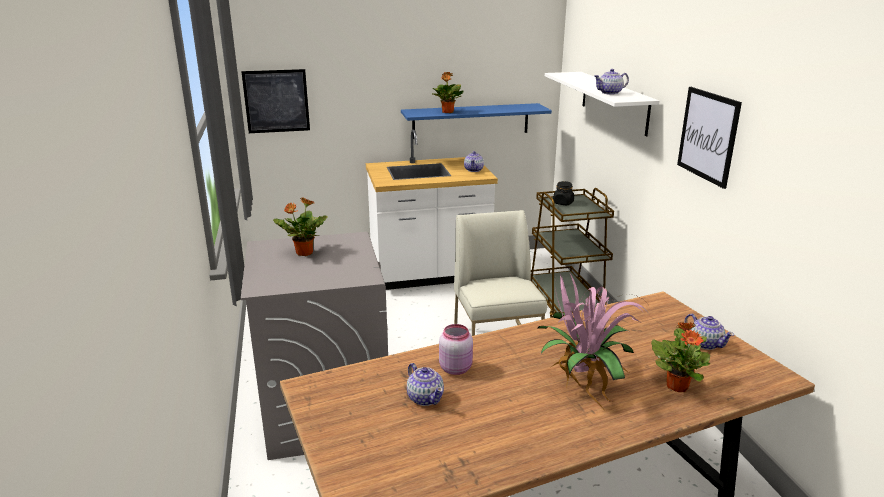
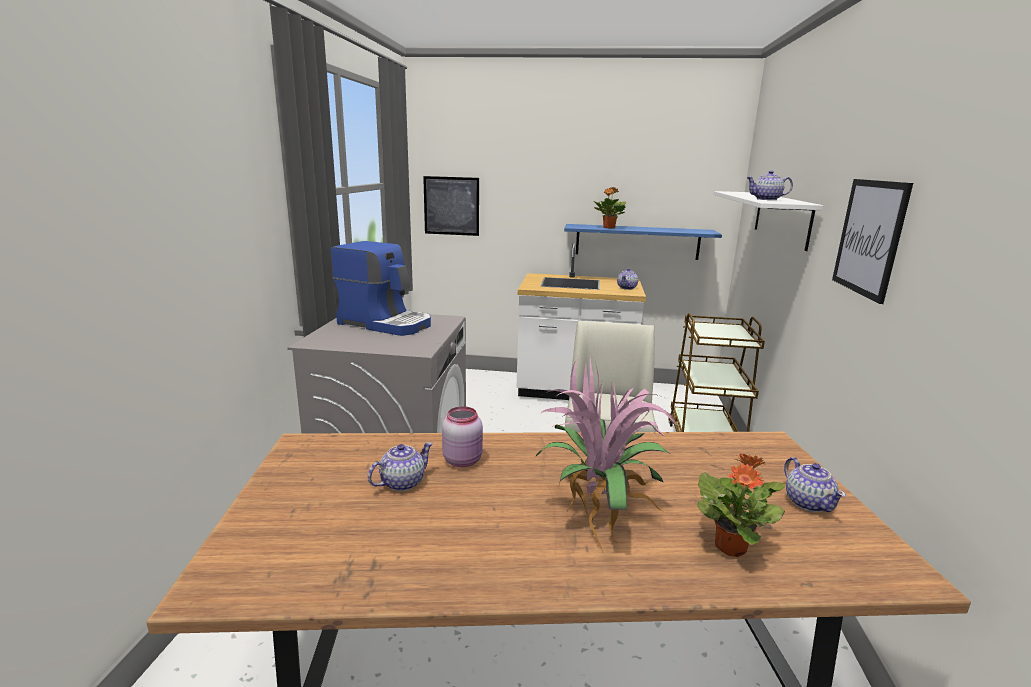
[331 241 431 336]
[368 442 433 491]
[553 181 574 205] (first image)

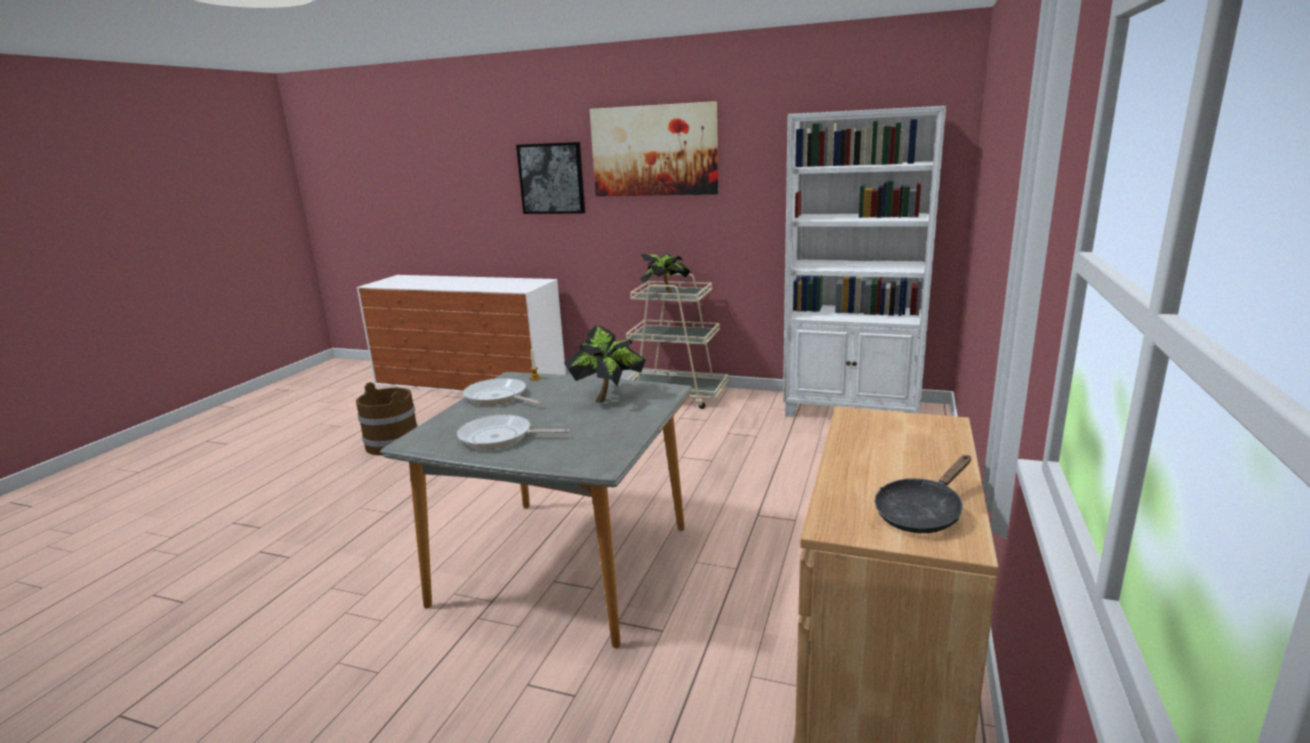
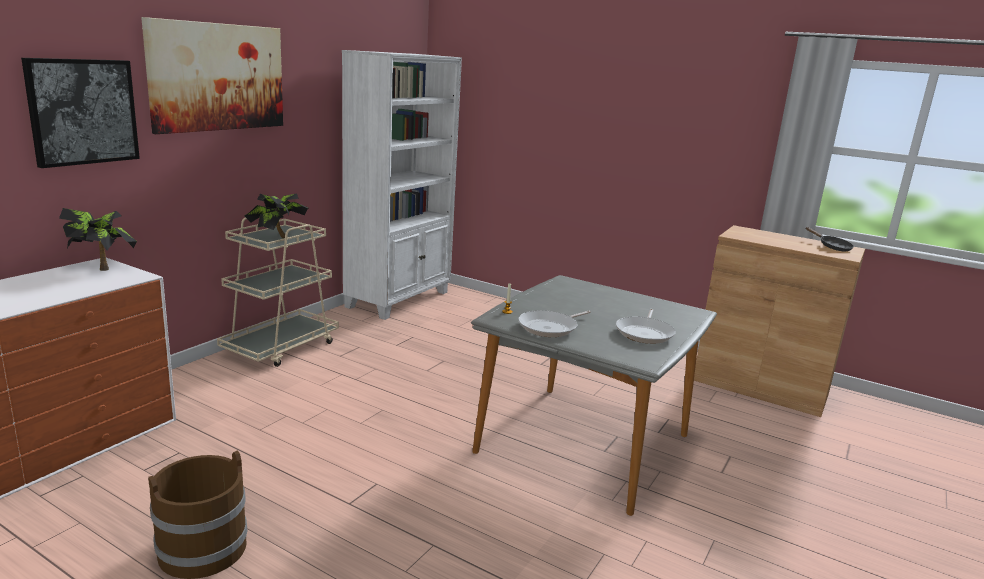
[59 208 137 271]

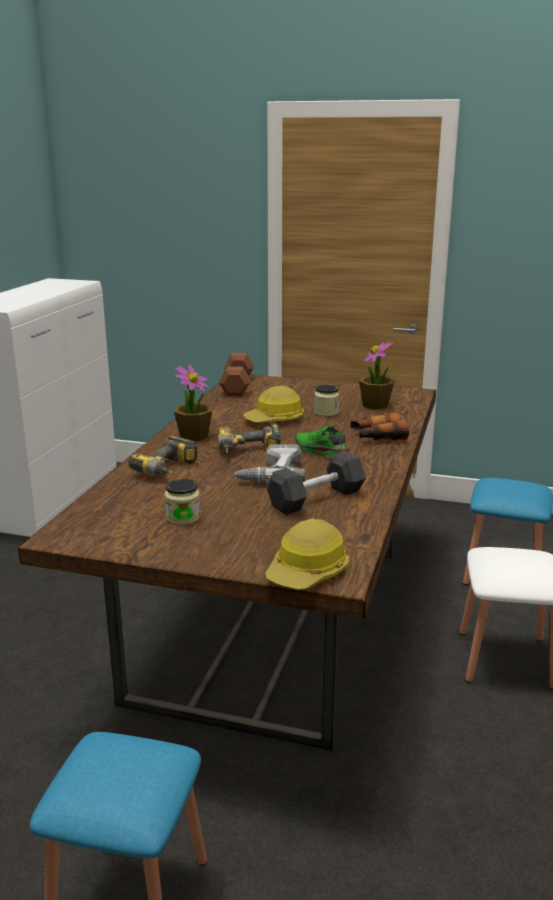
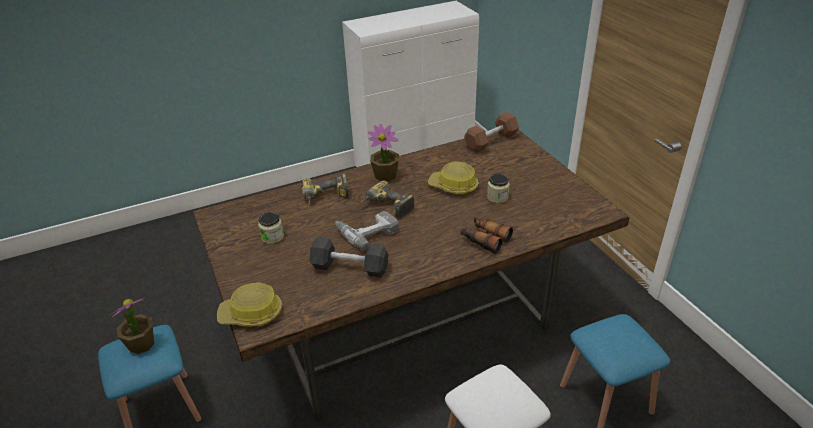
[110 298 154 354]
[295 425 349 457] (first image)

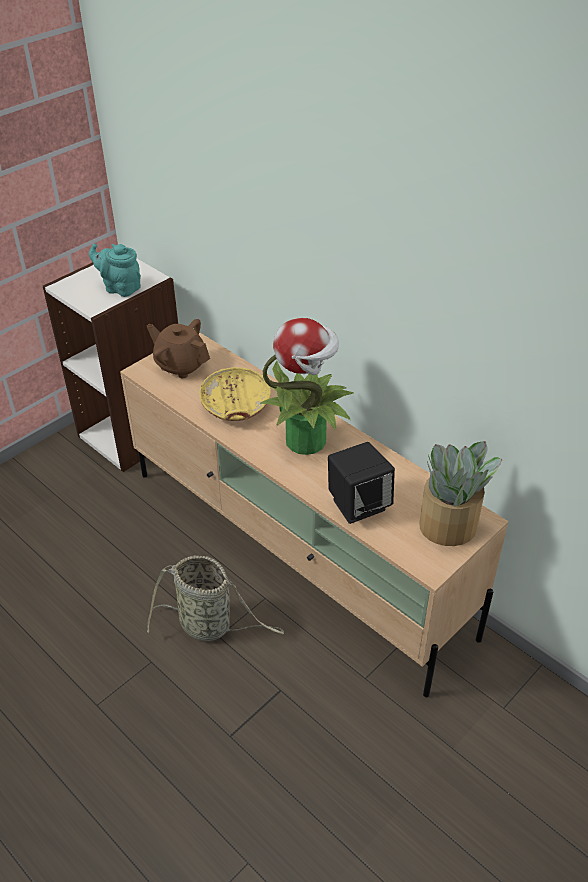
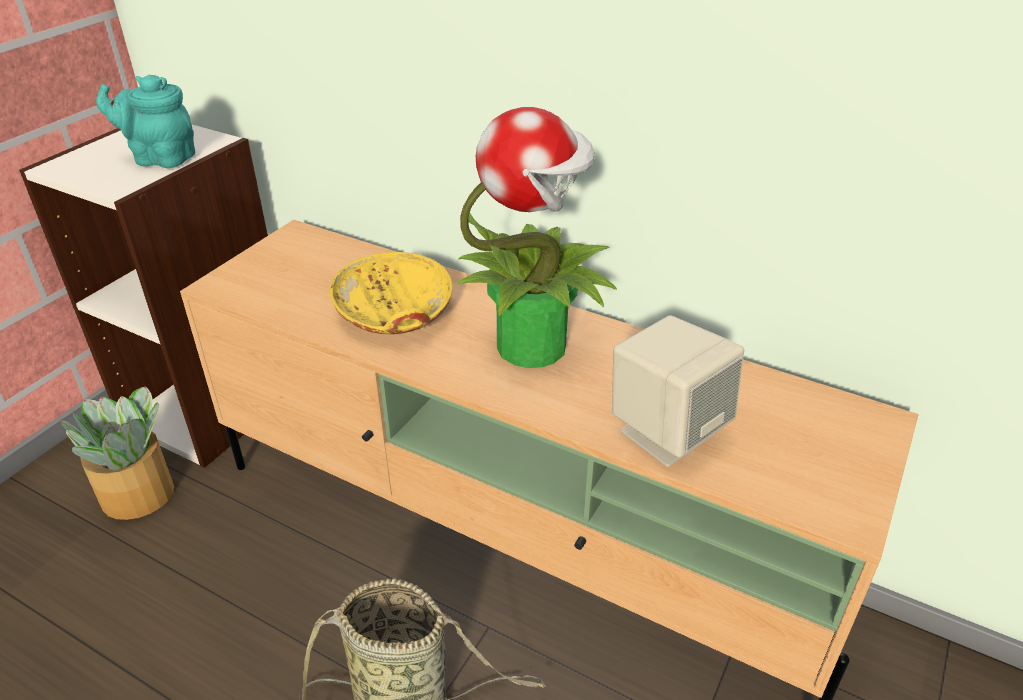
[60 386 174 520]
[612 315 744 467]
[147 319 210 378] (first image)

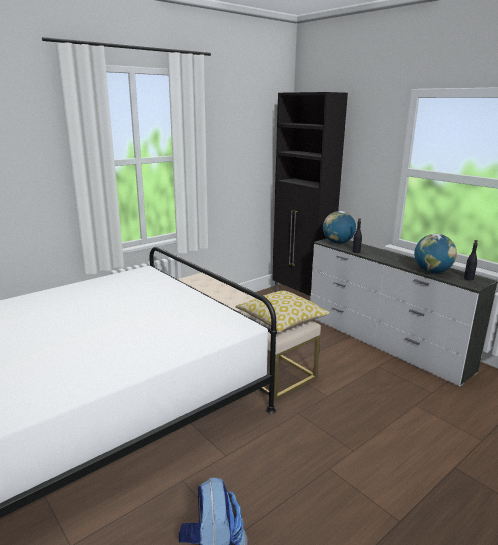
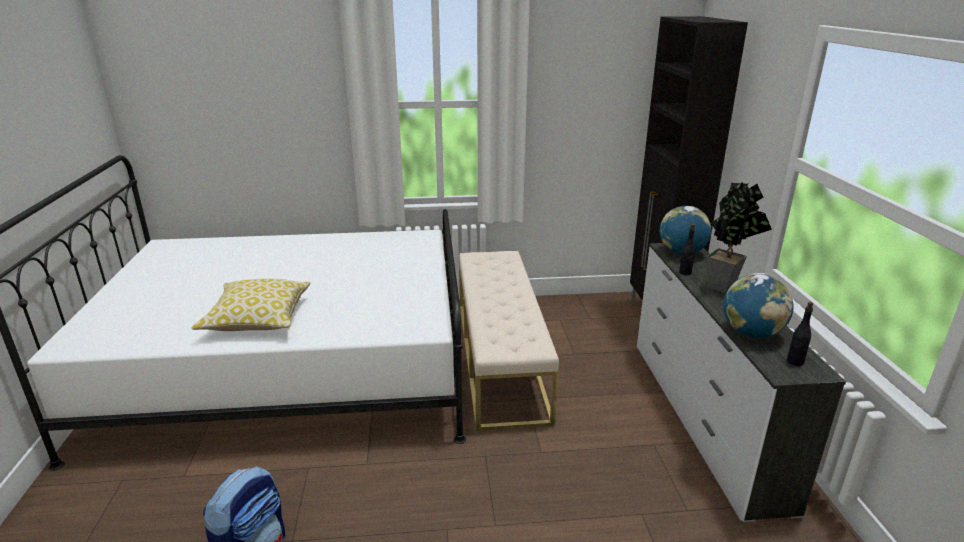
[191 279 310 331]
[707 182 772 293]

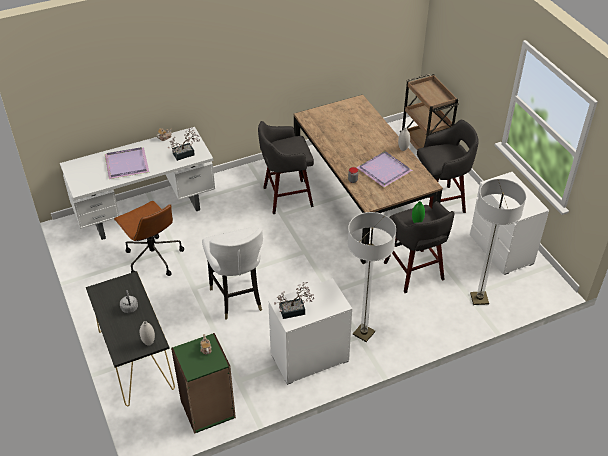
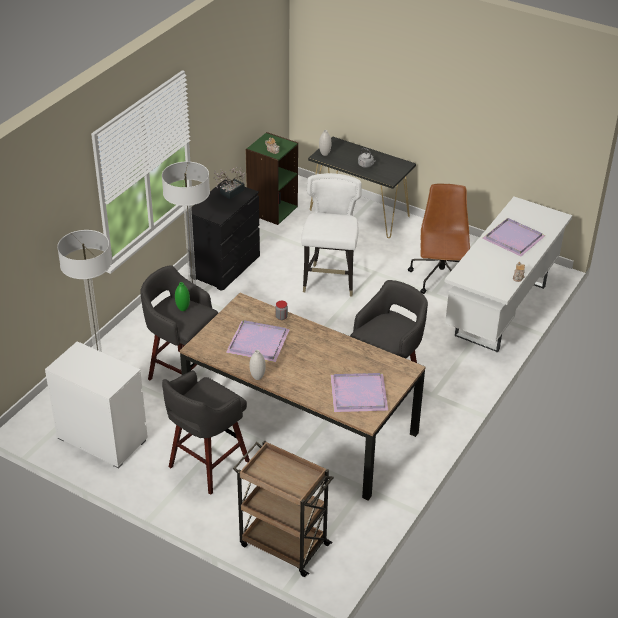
[191 180 260 291]
[301 173 362 296]
[330 373 388 412]
[408 184 470 294]
[168 127 200 161] (first image)

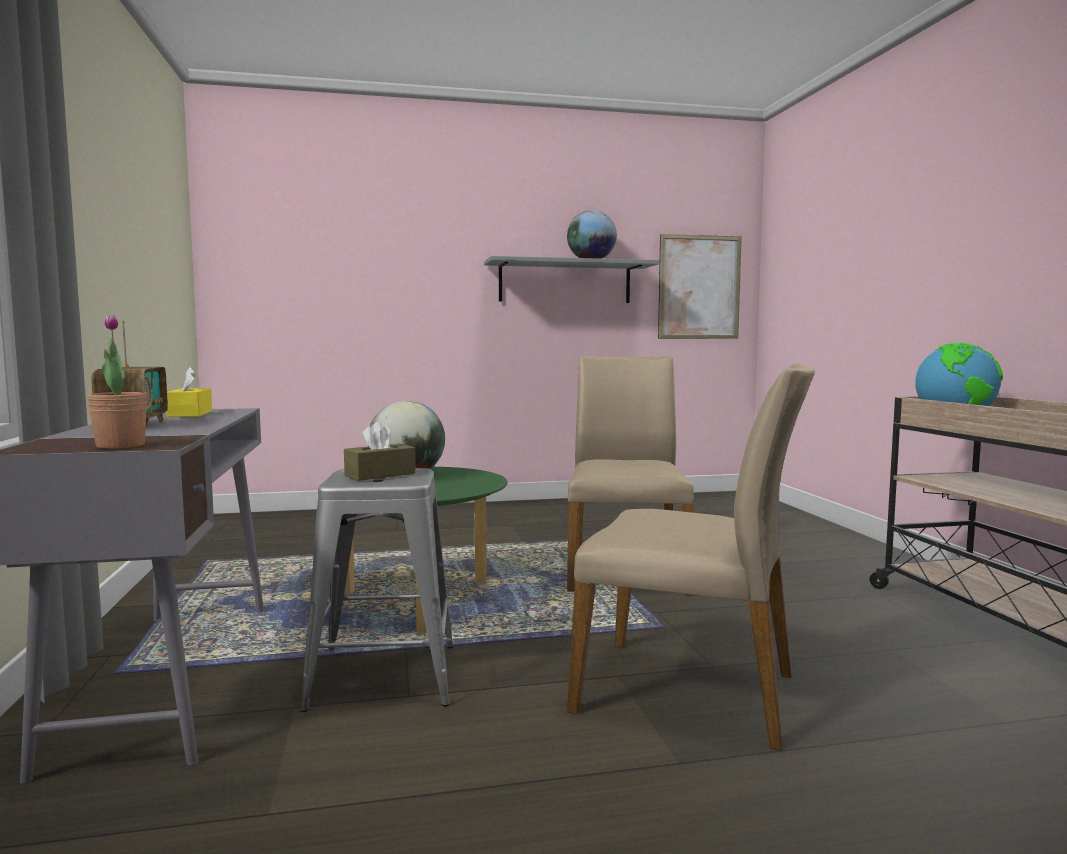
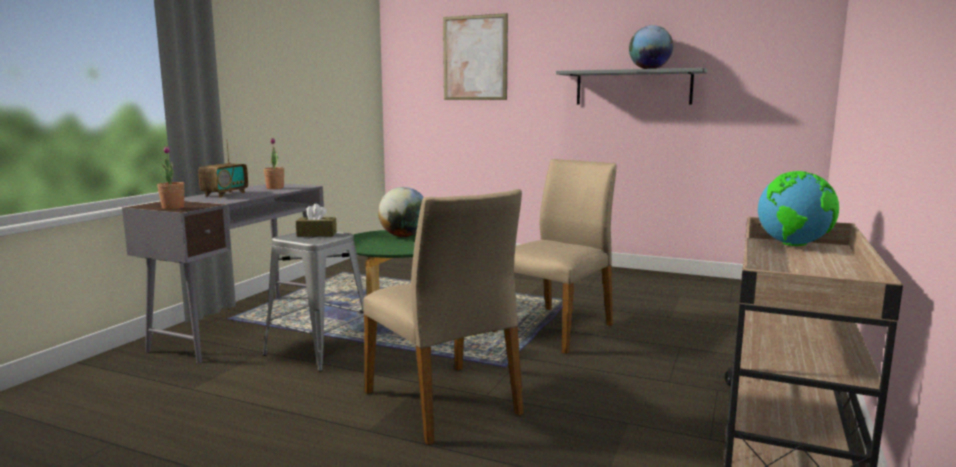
[264 138 285 189]
[443 13 508 100]

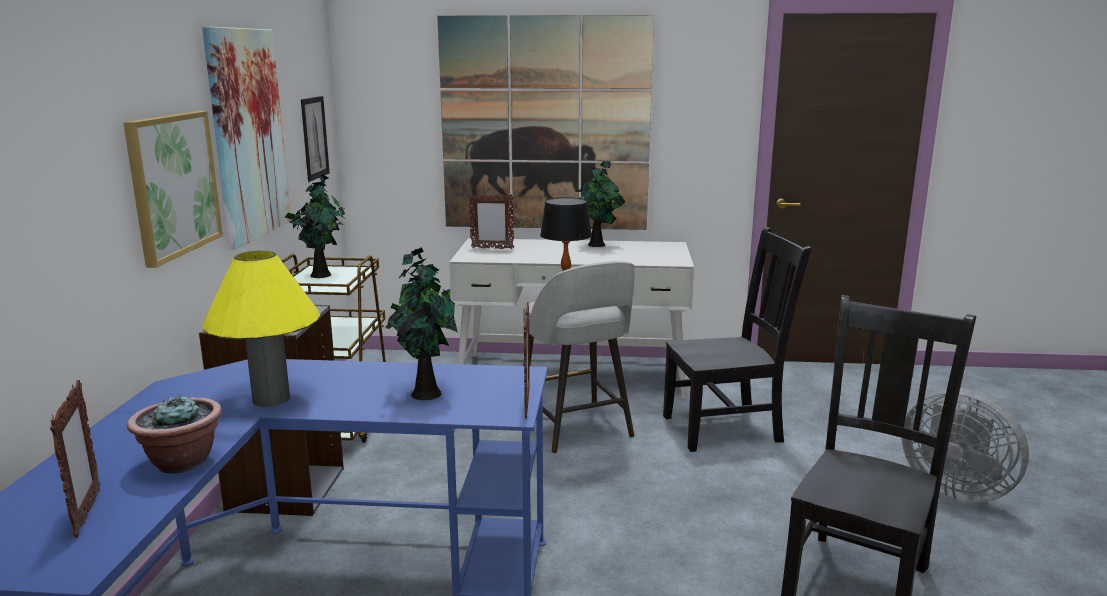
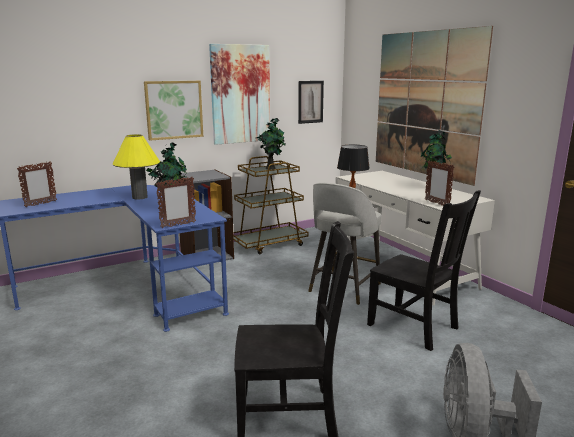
[425 160 454 206]
[127 394 222 474] (first image)

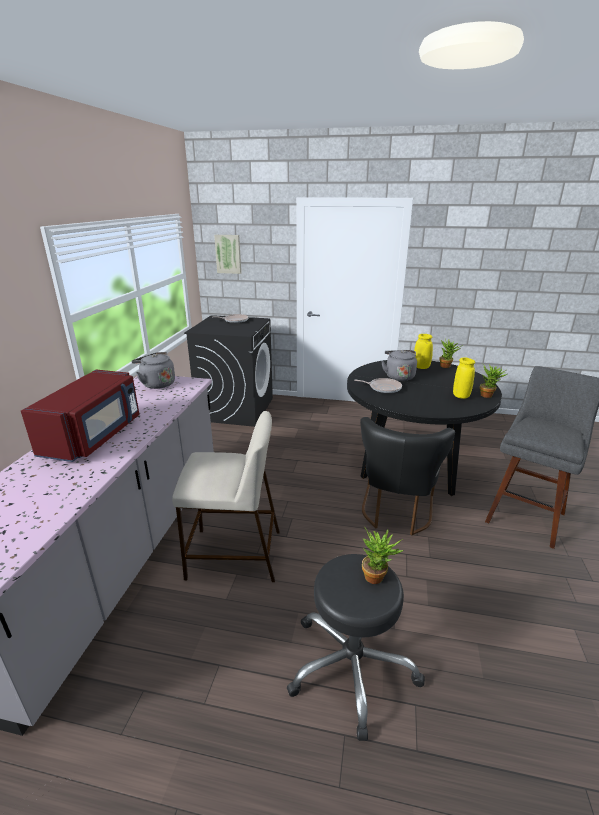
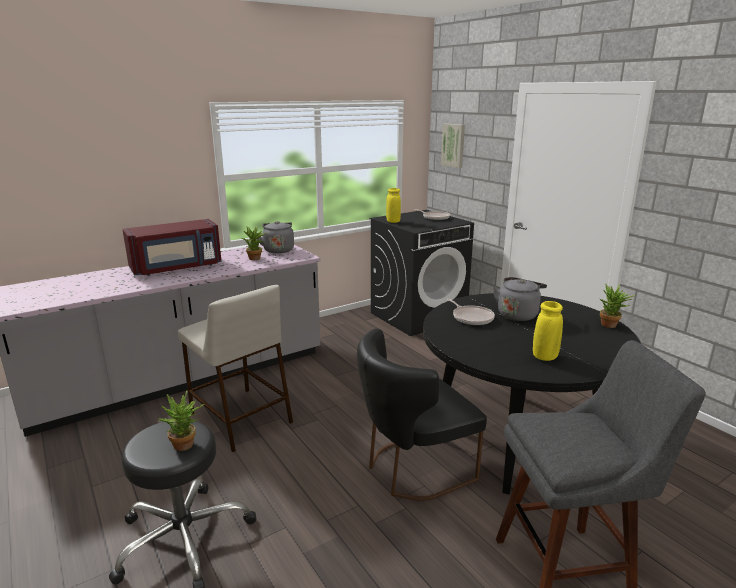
[242 226 268 260]
[386 188 401 223]

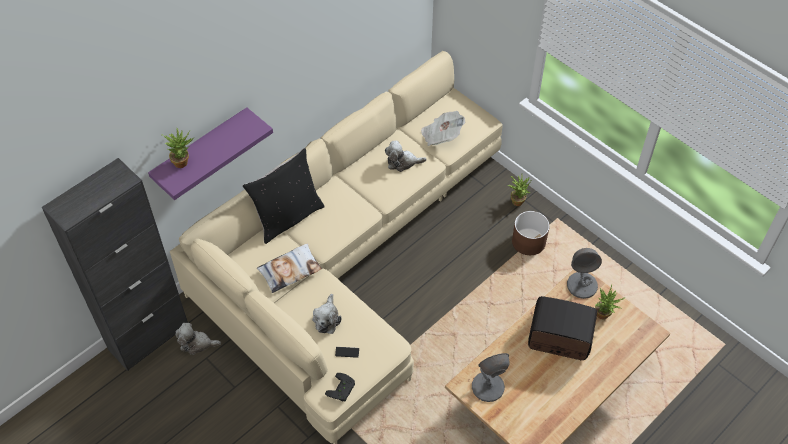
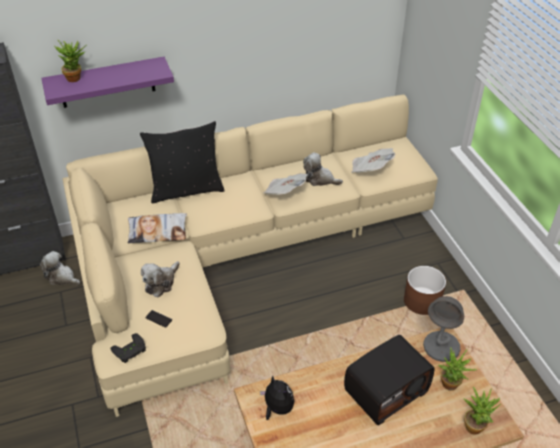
[260 375 294 420]
[263 173 308 195]
[344 335 434 425]
[463 387 500 435]

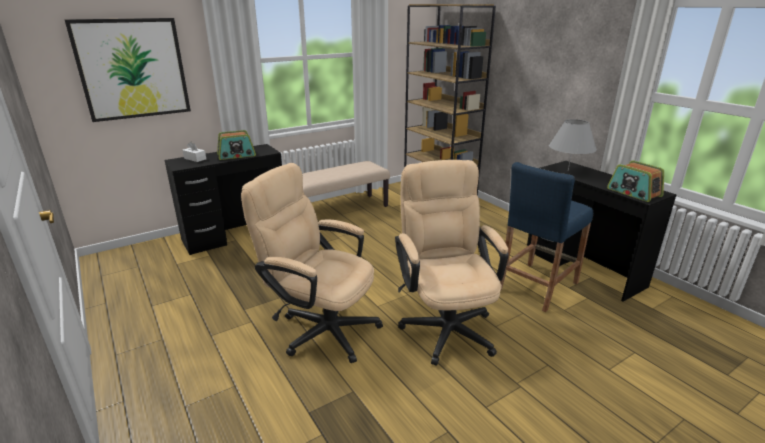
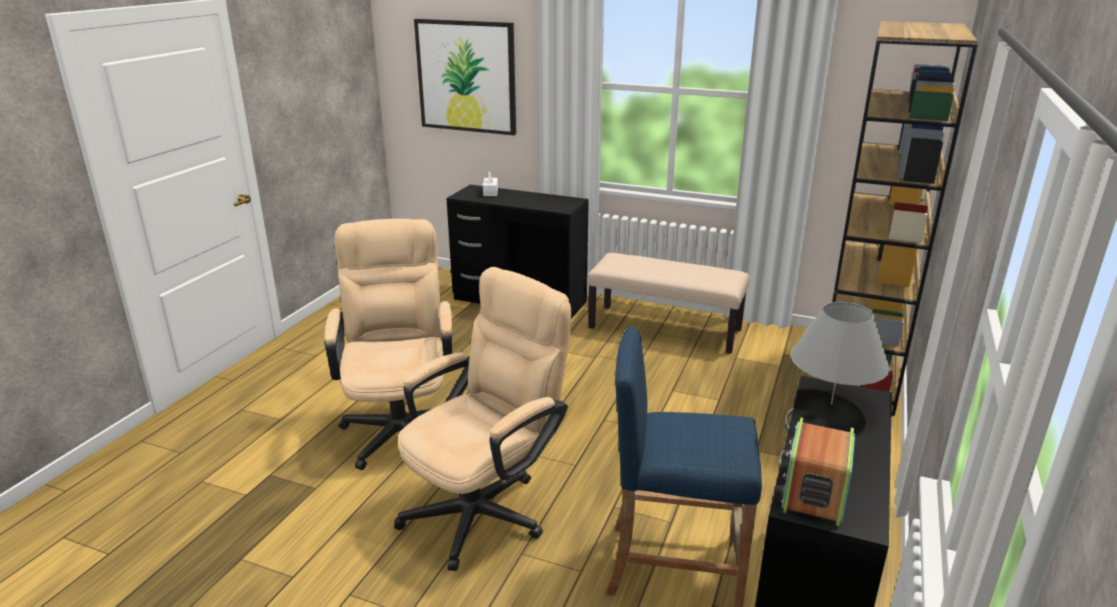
[217 130 256 160] (first image)

